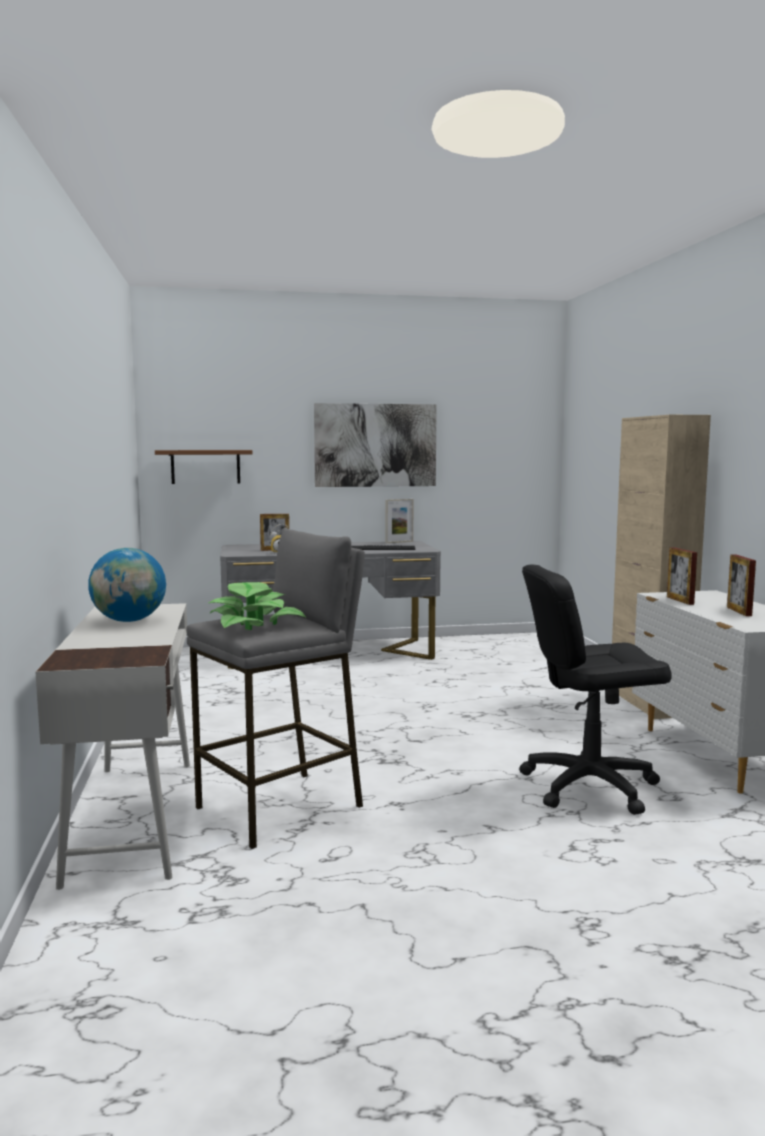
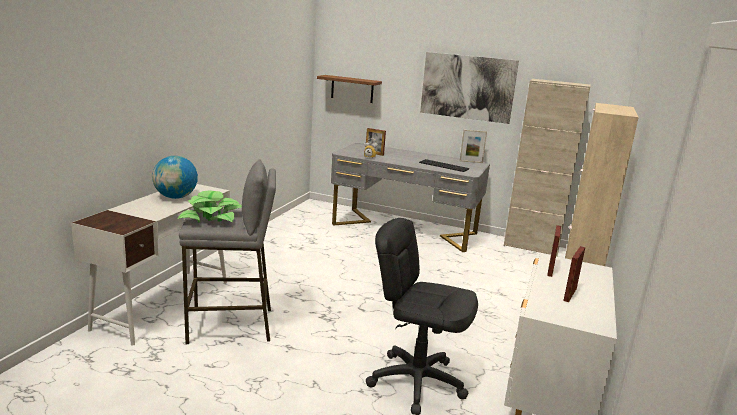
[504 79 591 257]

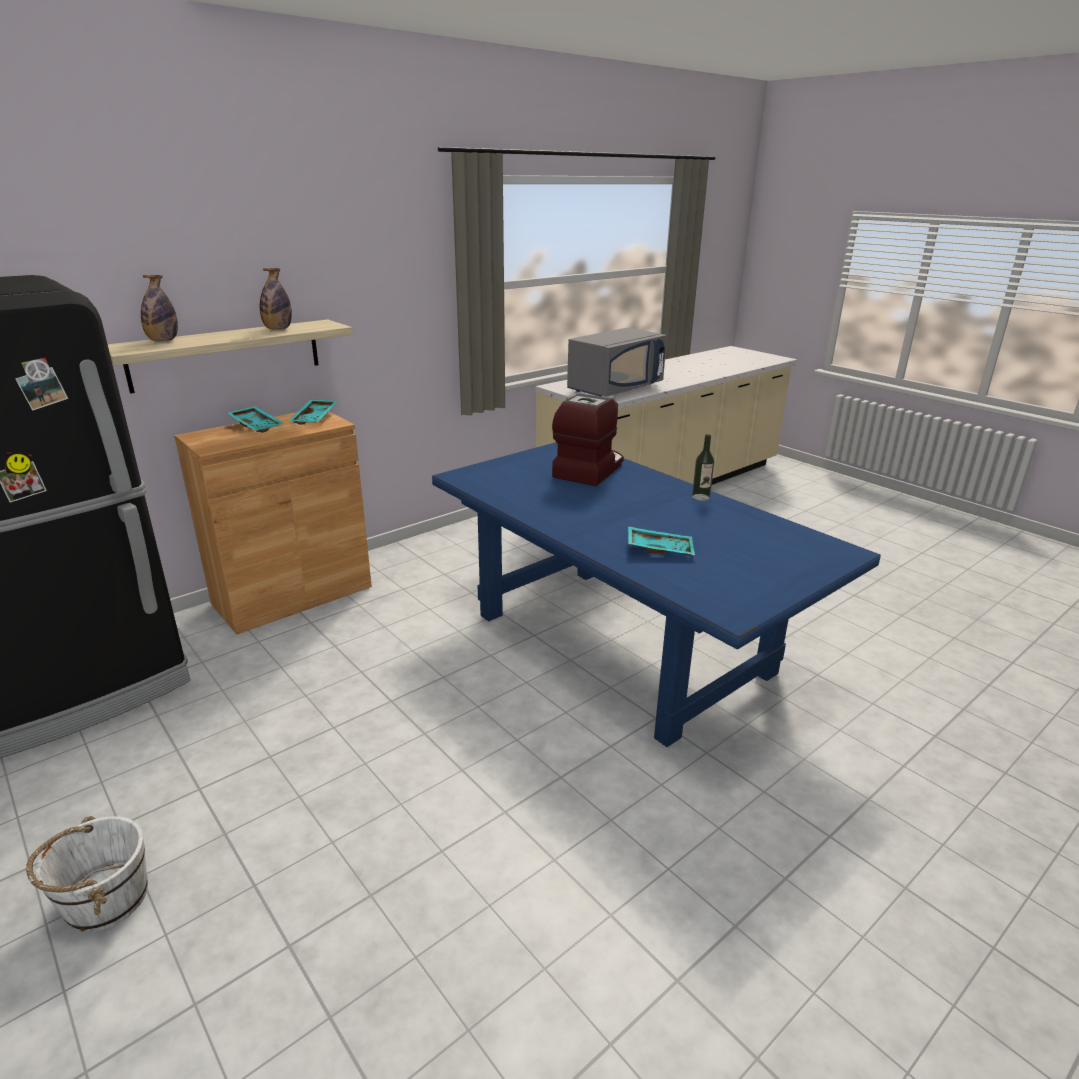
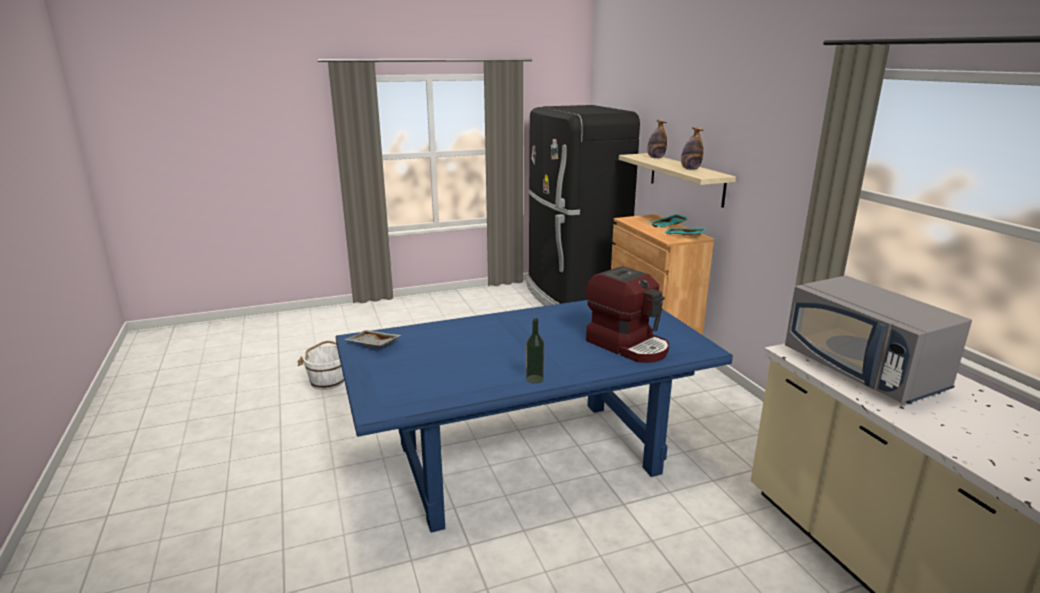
[297 341 345 390]
[344 330 401 347]
[628 526 695 556] (first image)

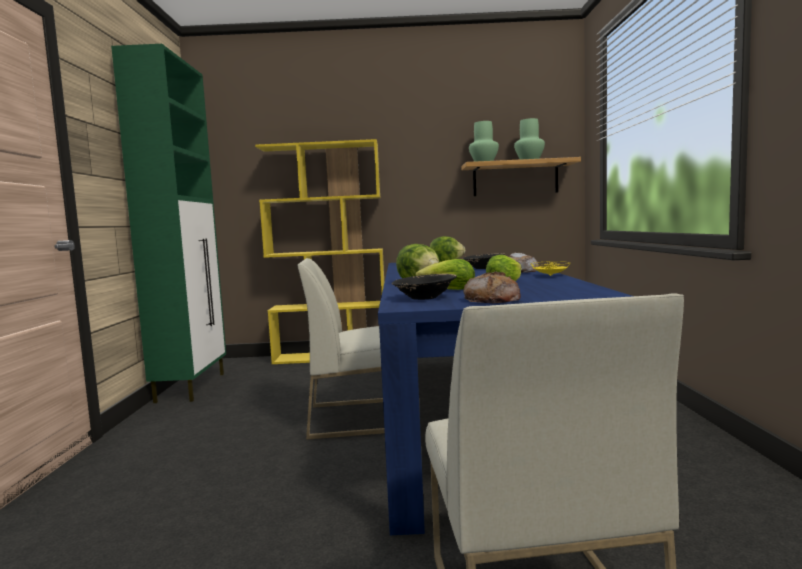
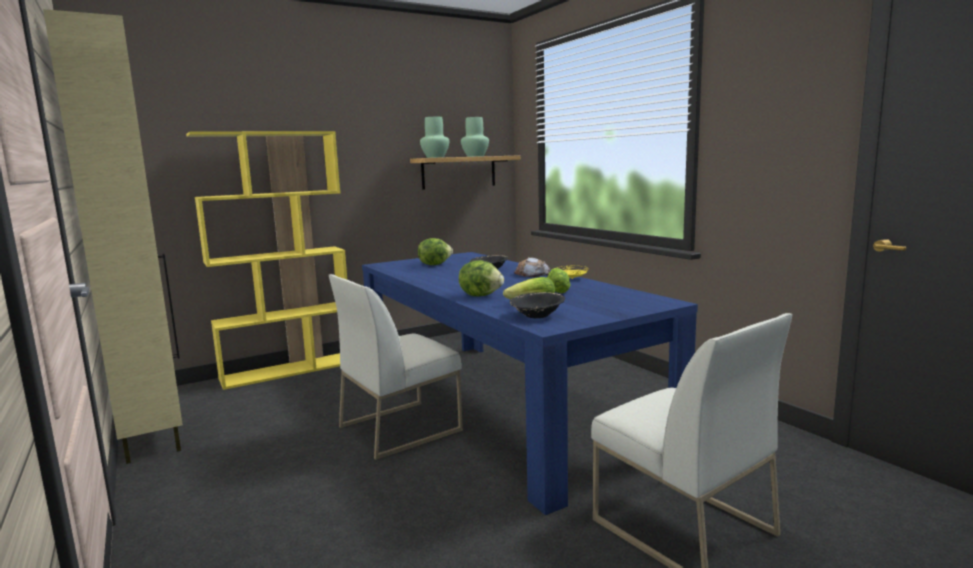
[43 9 183 464]
[463 272 521 303] (first image)

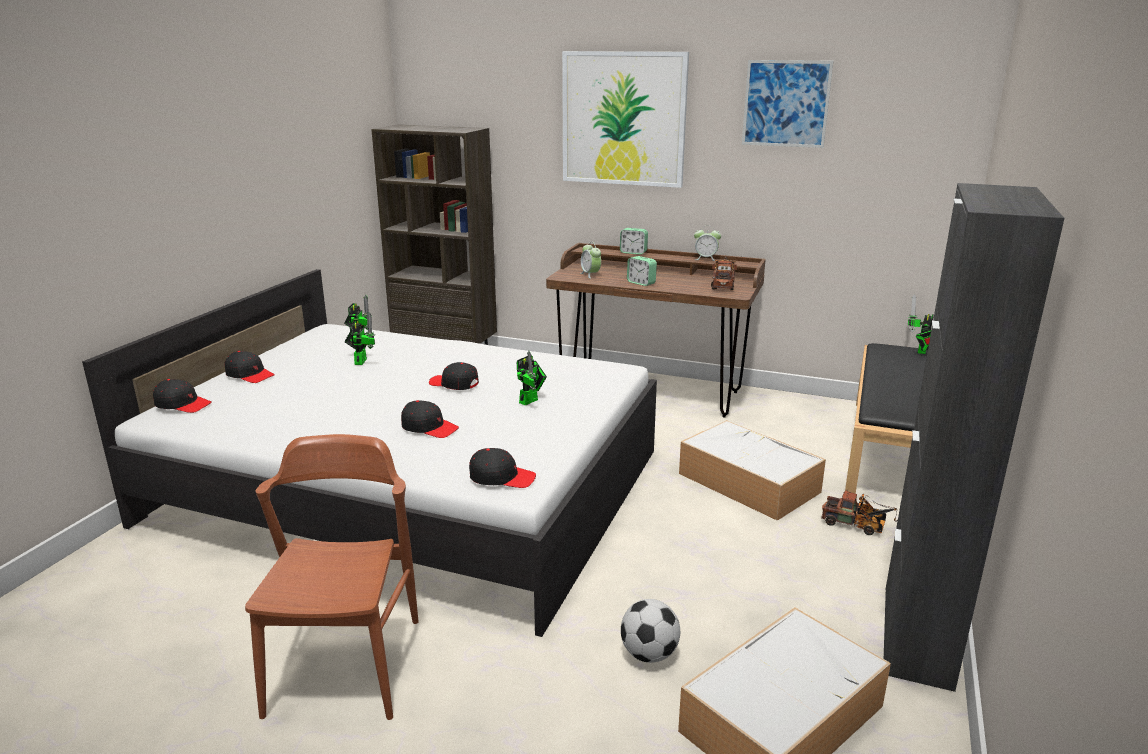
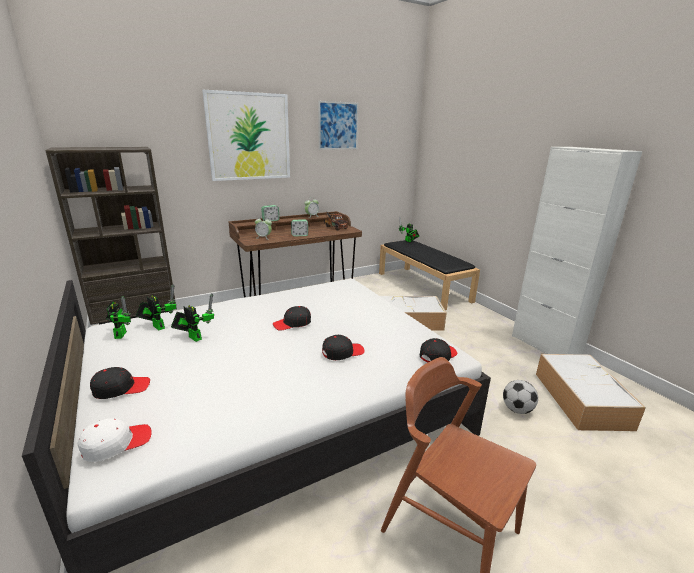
[78 418 152 462]
[106 296 131 339]
[512 147 642 355]
[821 490 897 535] (first image)

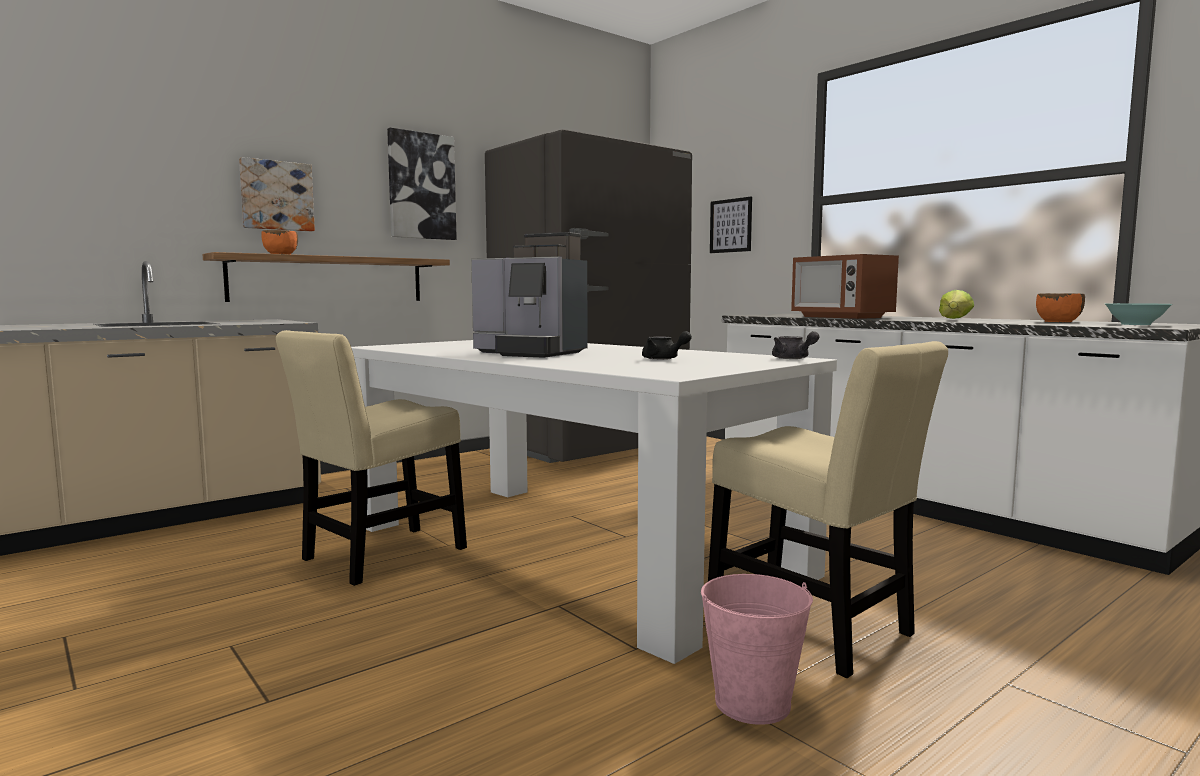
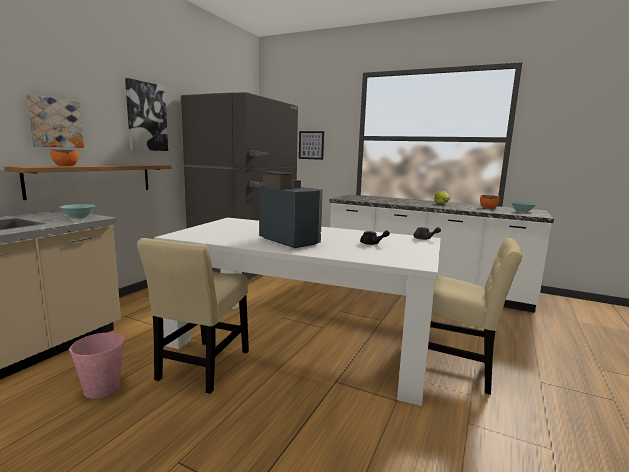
[60 204 95 219]
[69 333 125 399]
[259 171 323 248]
[791 254 899 319] (first image)

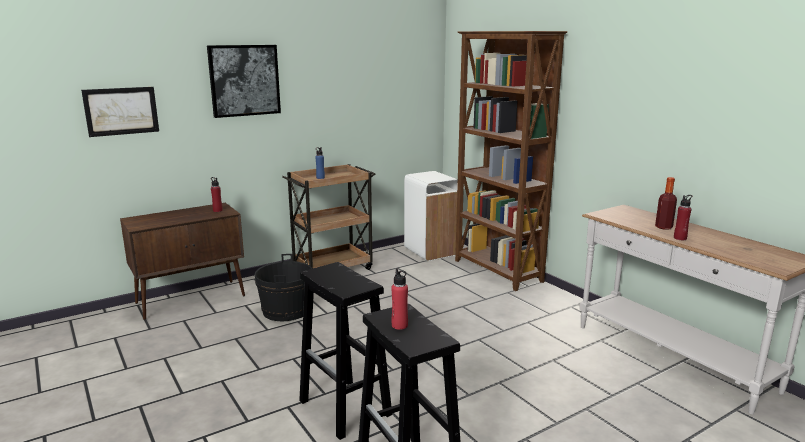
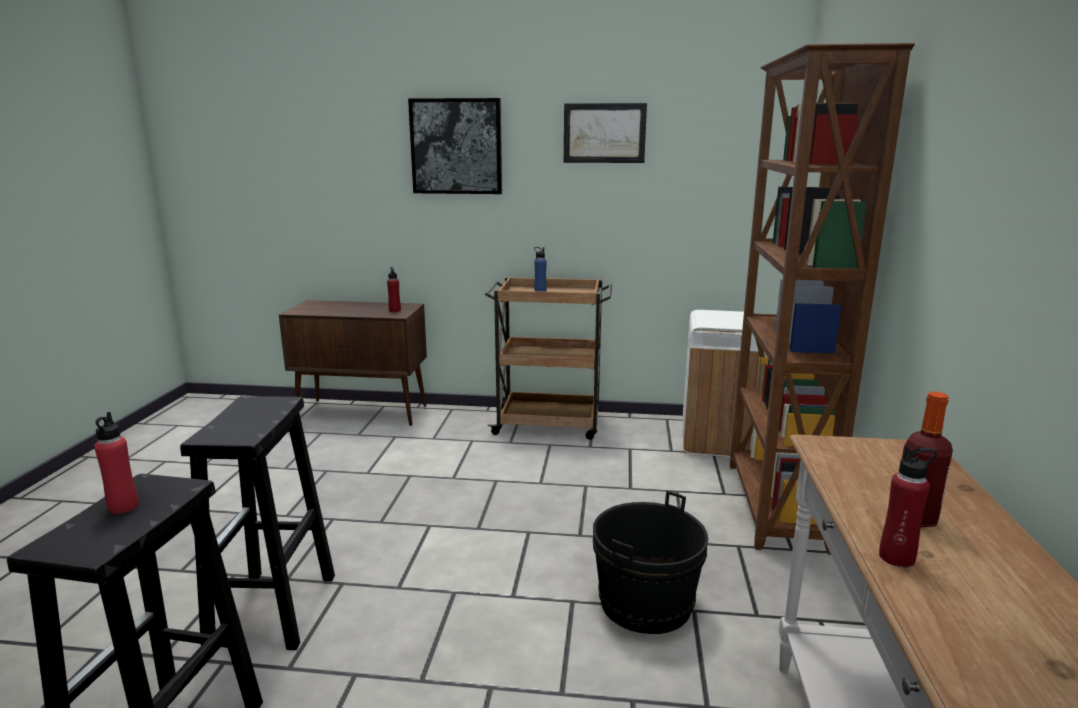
[564 103 647 163]
[593 491 709 634]

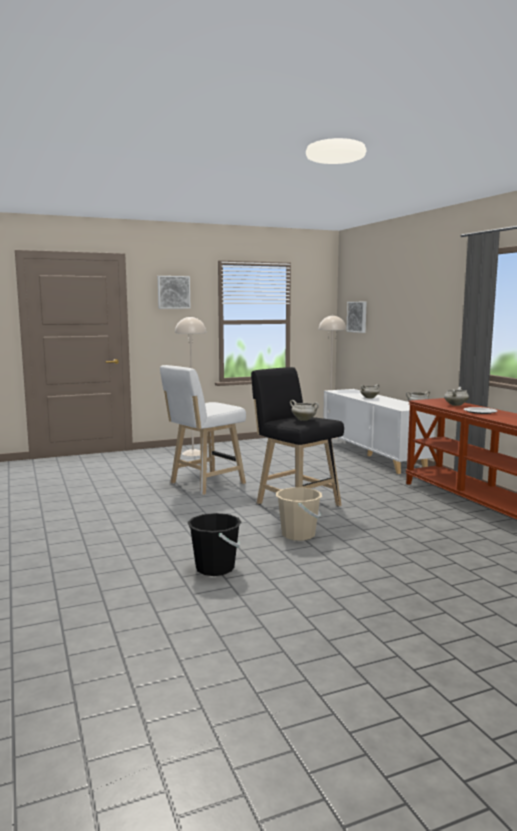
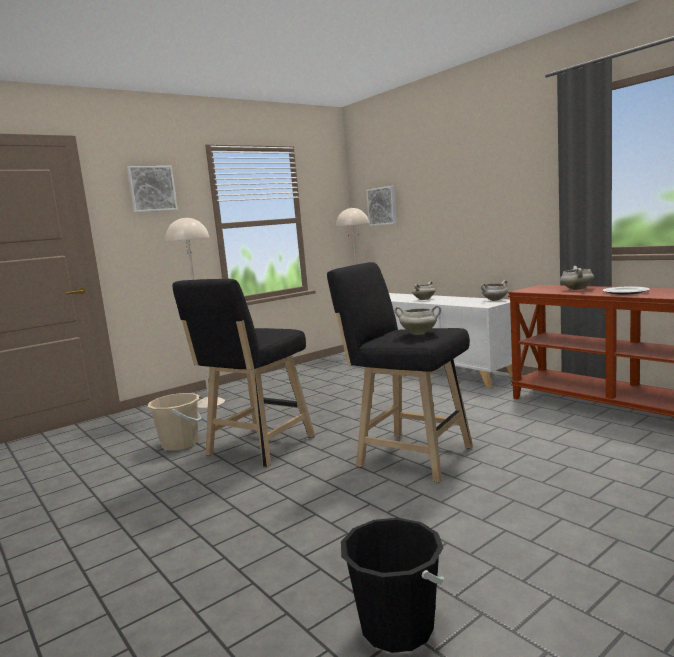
[148 393 202 451]
[172 279 315 467]

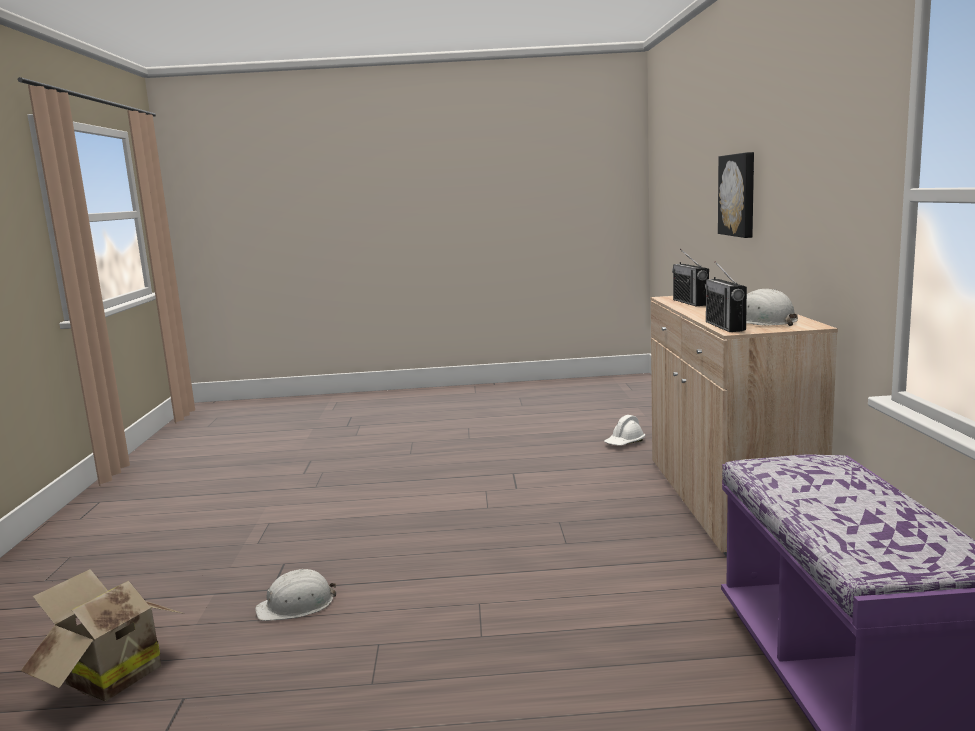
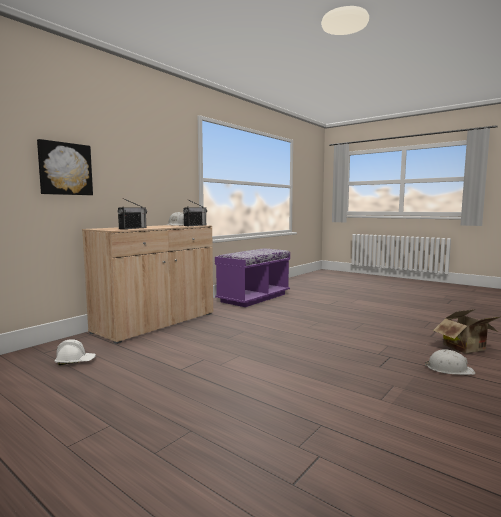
[425 349 475 375]

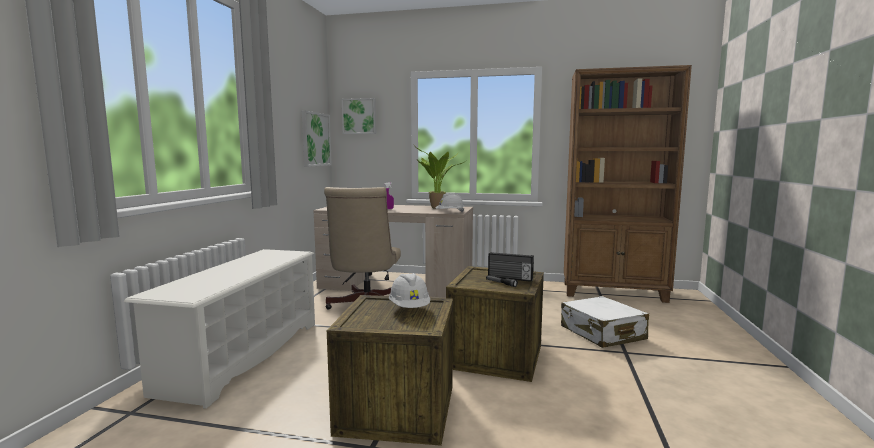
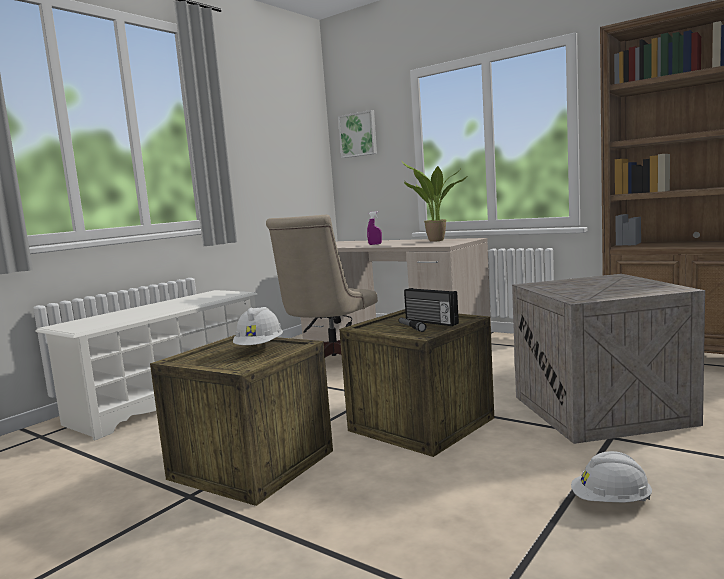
[512 274 705 444]
[571 451 652 503]
[302 111 332 167] (first image)

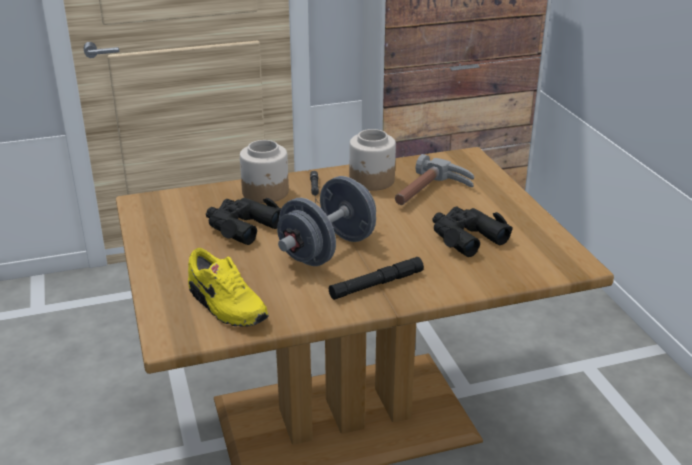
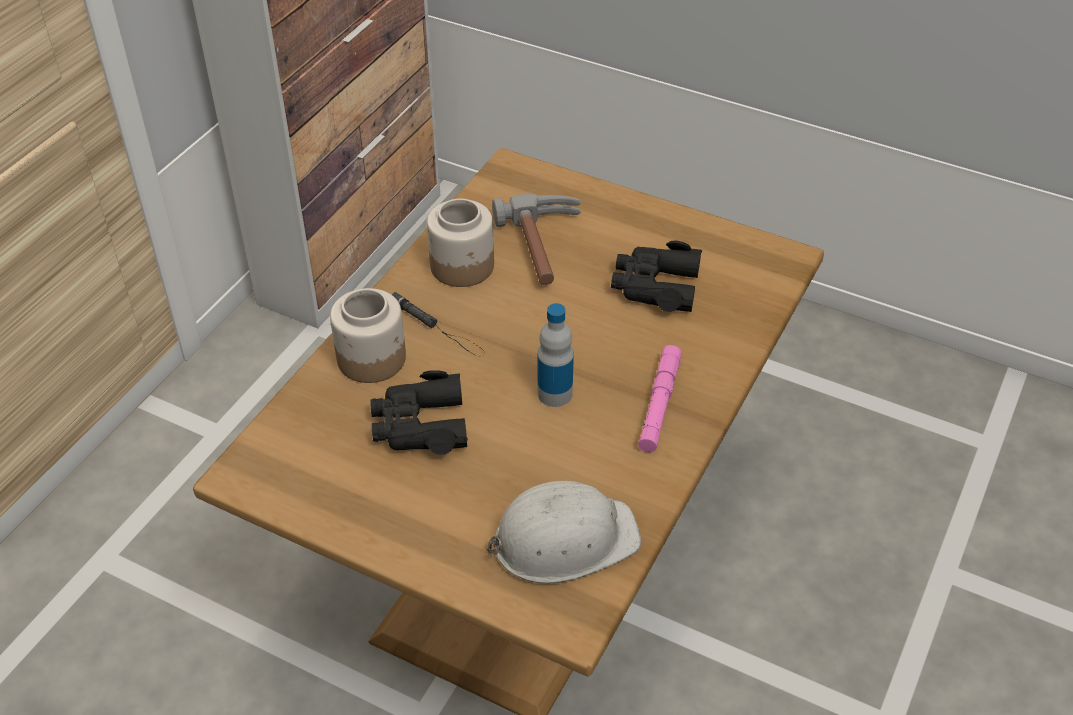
[486 481 642 583]
[538 303 574 407]
[638 345 682 452]

